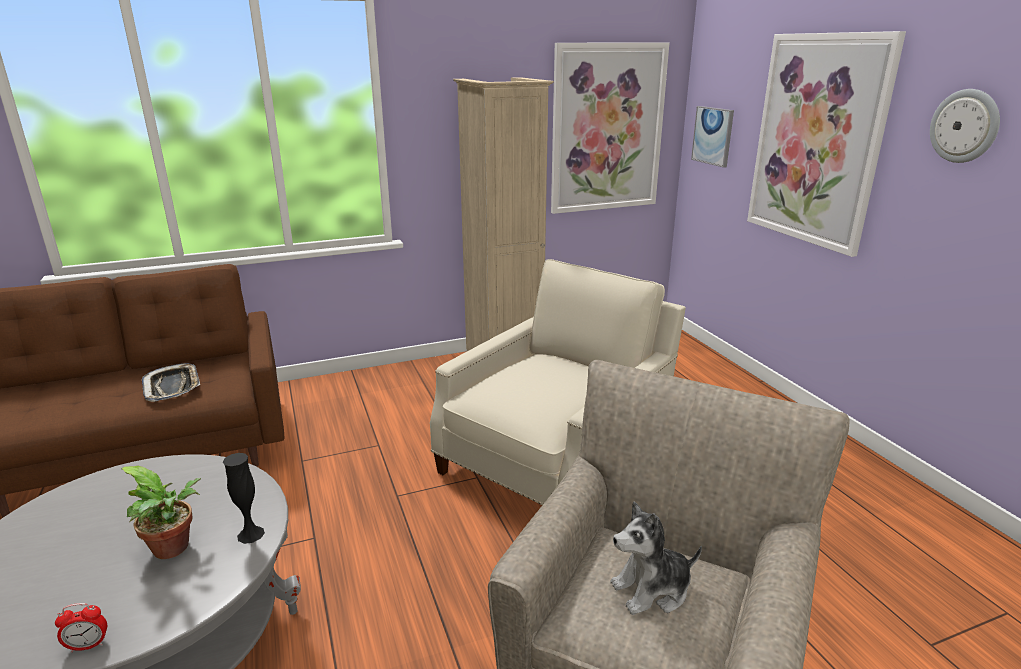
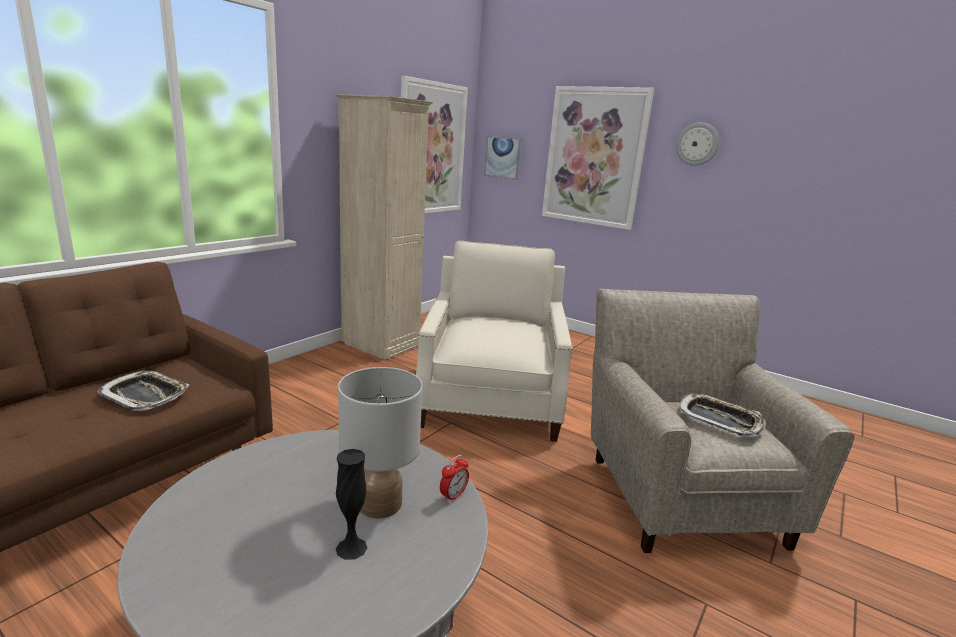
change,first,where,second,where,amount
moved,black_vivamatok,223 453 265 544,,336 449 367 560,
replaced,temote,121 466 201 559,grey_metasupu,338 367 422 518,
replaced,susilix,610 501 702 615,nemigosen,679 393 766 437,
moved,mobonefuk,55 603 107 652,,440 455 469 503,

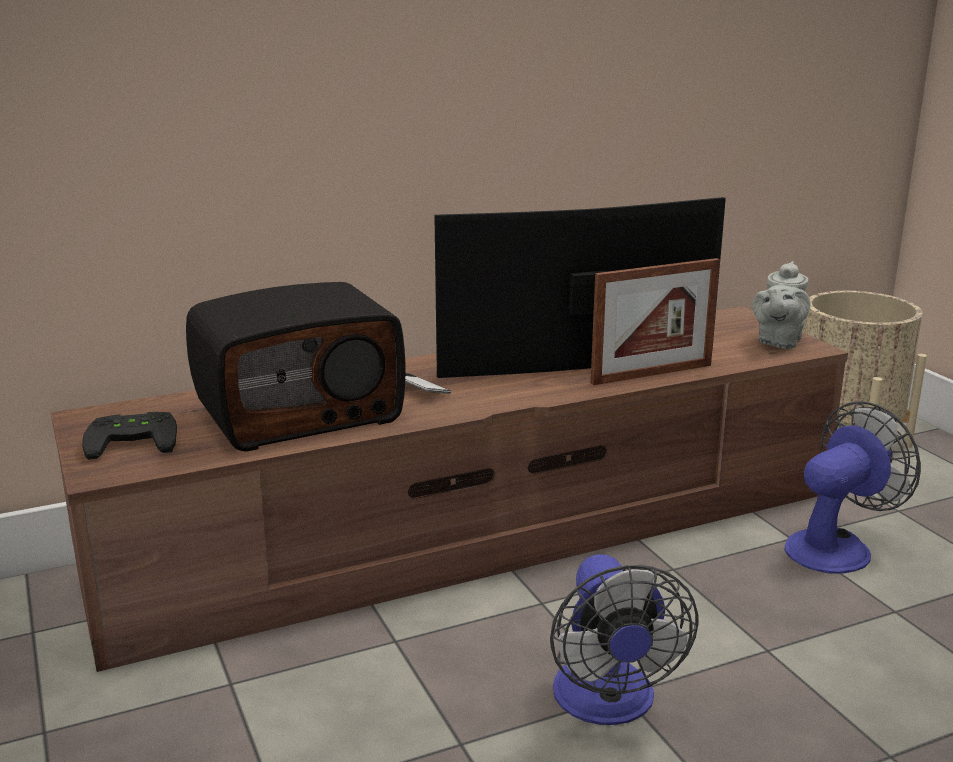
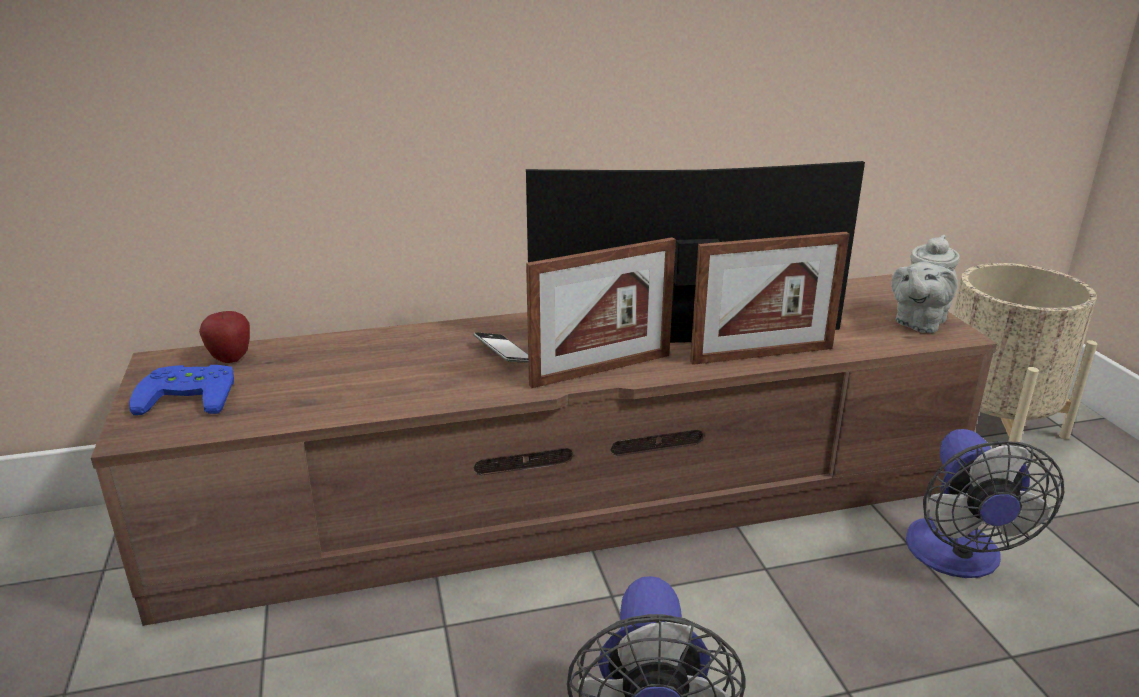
change,first,where,second,where,amount
removed,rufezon,186 282 406 452,,,
turned,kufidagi,785 401 921 574,,906 429 1064 578,120 degrees clockwise
recoloured,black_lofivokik,82 412 177 460,blue_lofivokik,129 365 234 415,
added,,,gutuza,526 237 676 388,
added,,,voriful,199 311 250 363,

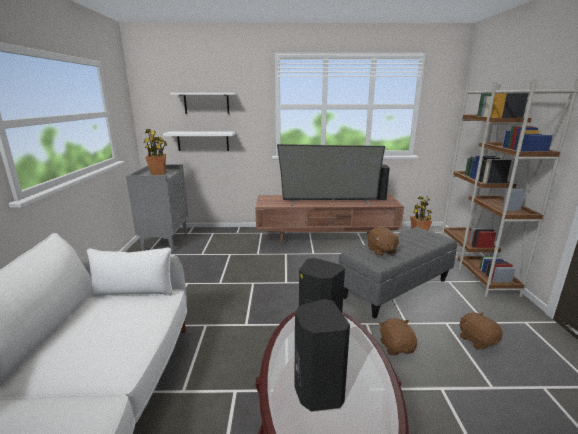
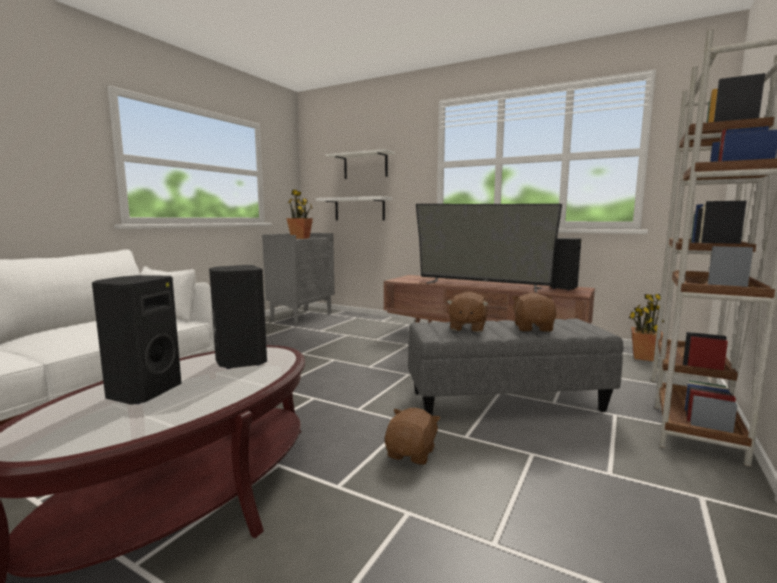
change,first,where,second,where,amount
moved,brown_susilix,460 312 503 349,,511 293 557 332,

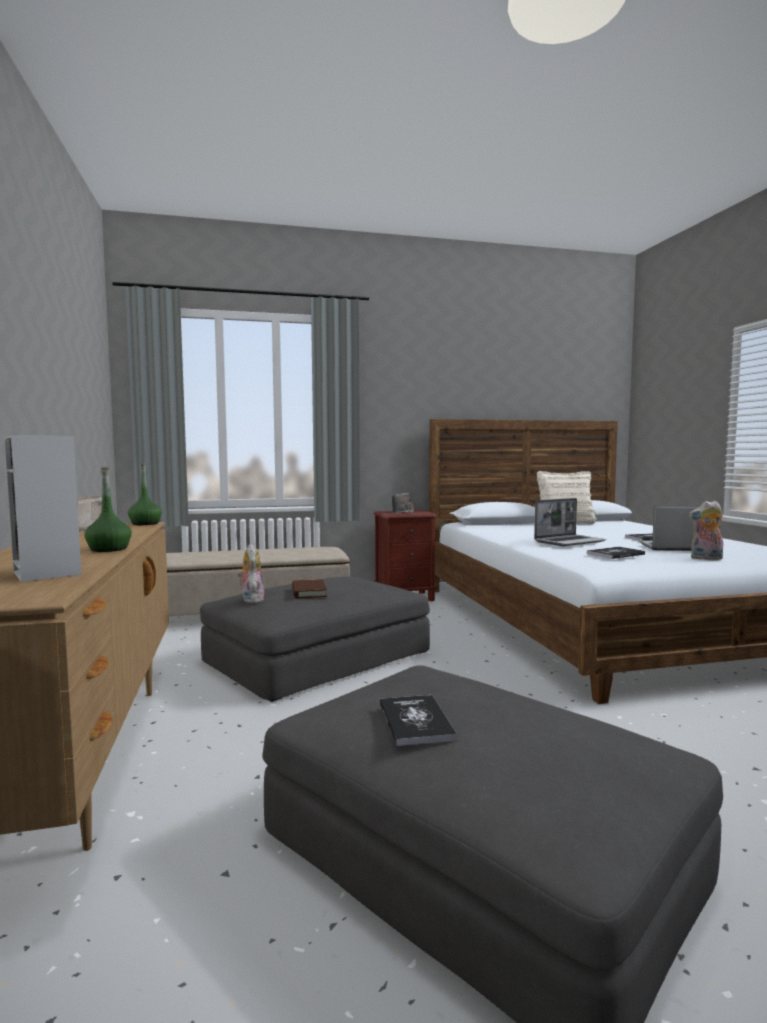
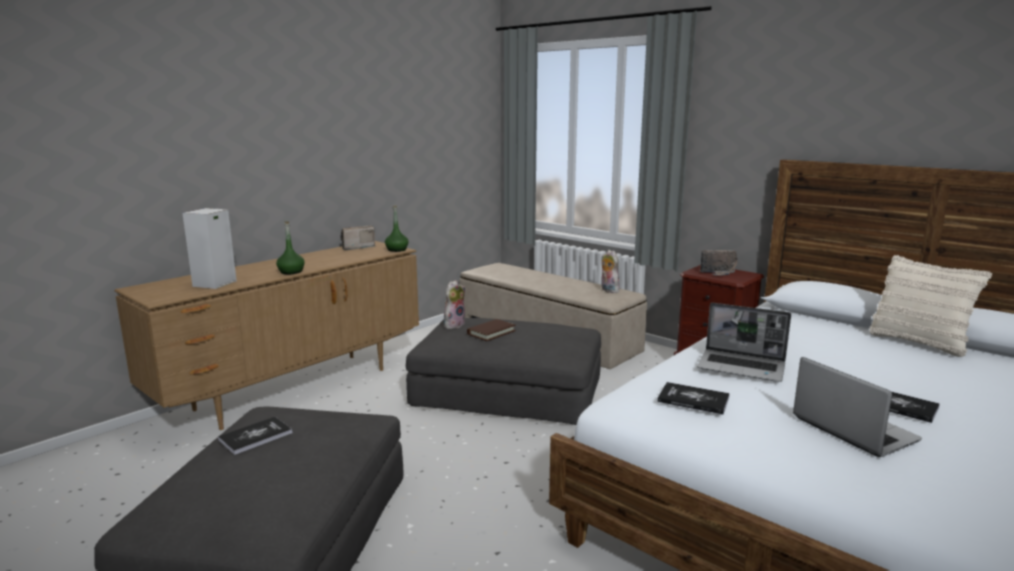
change,first,where,second,where,amount
moved,susilix,688 501 723 560,,601 250 620 293,

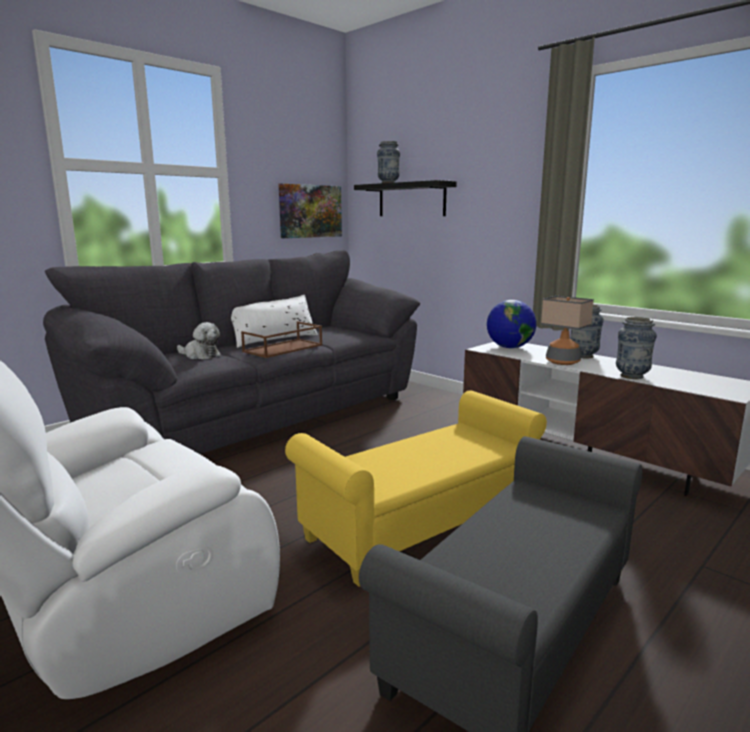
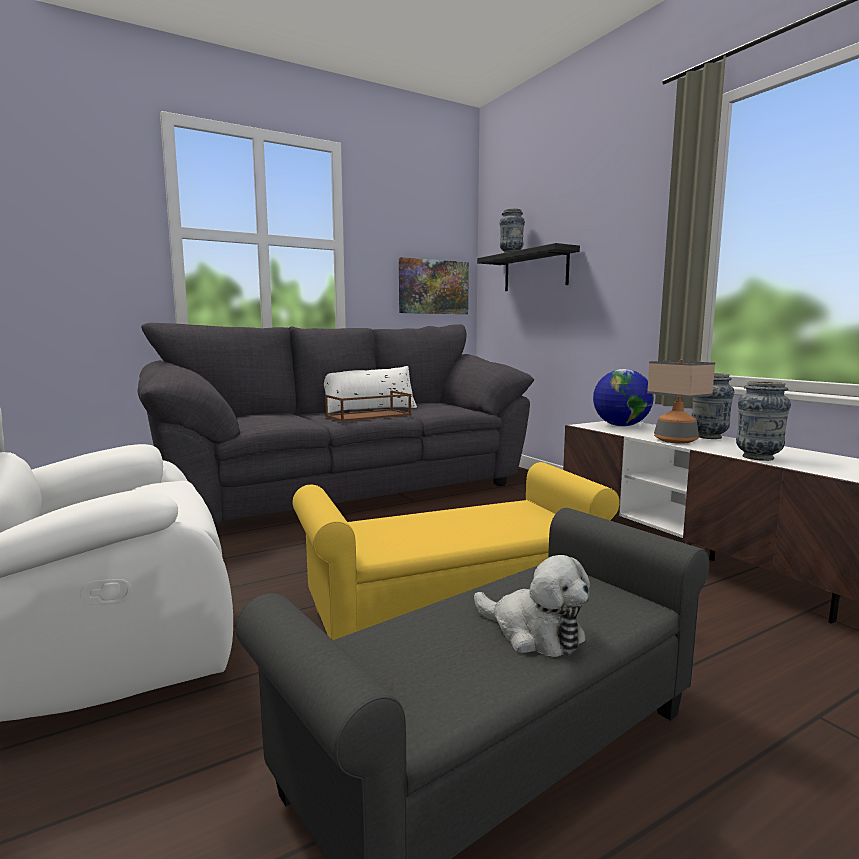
change,first,where,second,where,amount
moved,susilix,177 322 221 359,,474 555 590 657,

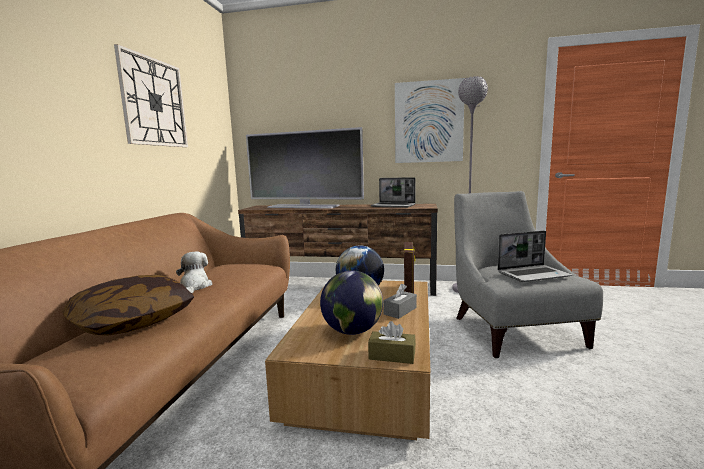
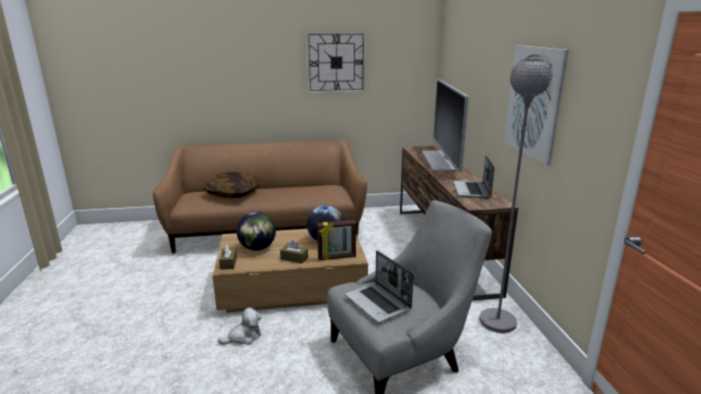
change,first,where,second,where,amount
moved,susilix,176 251 212 293,,218 307 262 345,
recoloured,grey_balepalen,383 284 417 319,brown_balepalen,280 240 308 264,

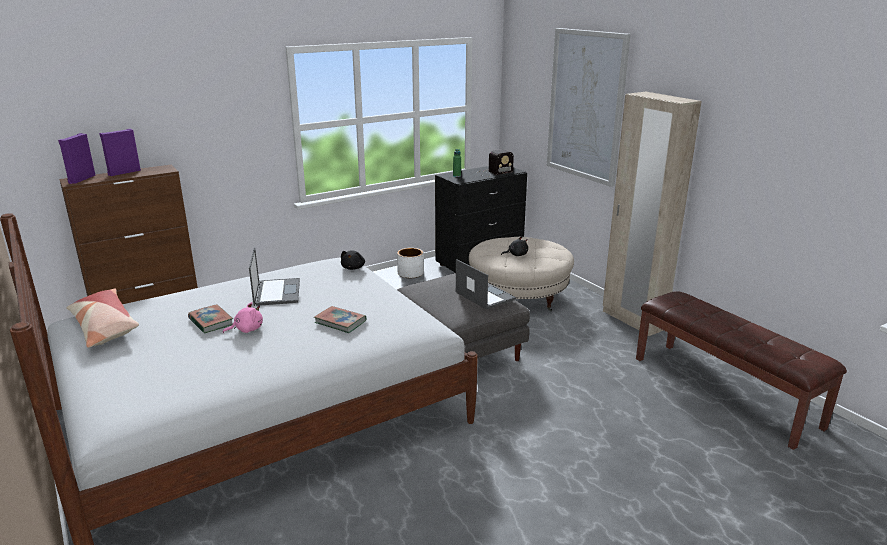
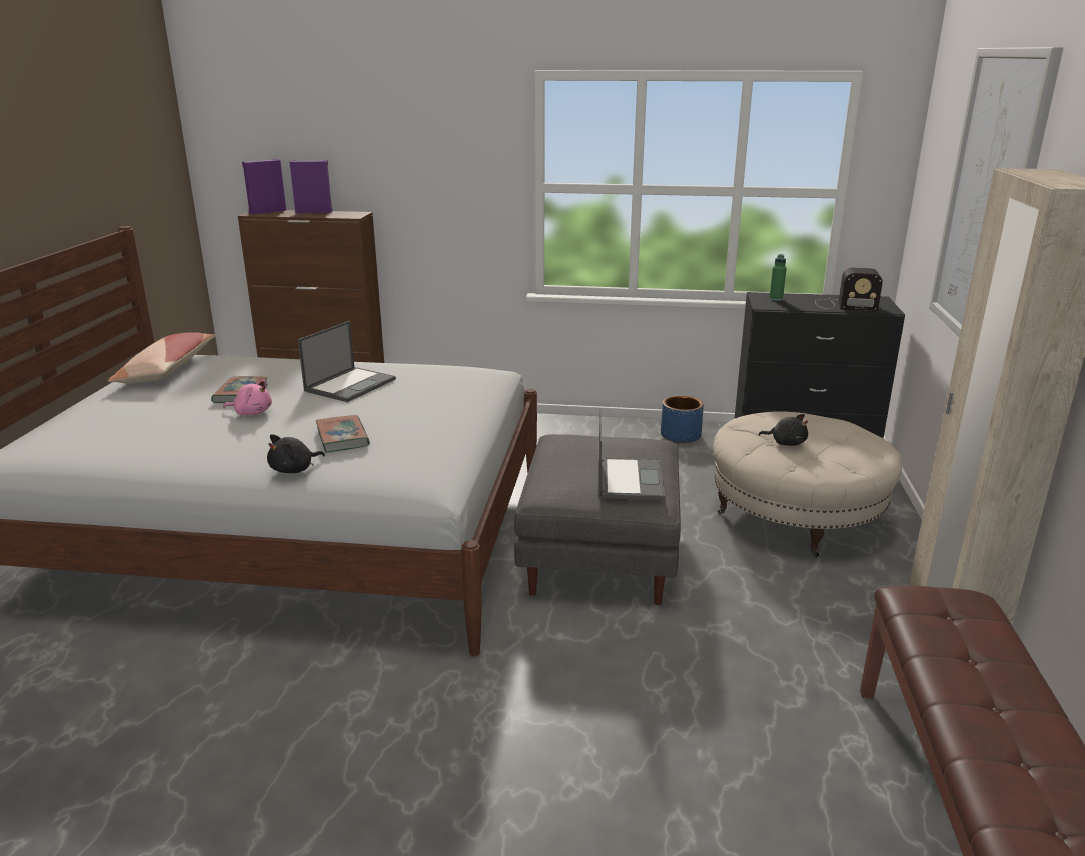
change,first,where,second,where,amount
recoloured,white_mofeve,397 248 424 278,blue_mofeve,661 396 704 443,
moved,black_susilix,341 250 365 270,,267 434 325 473,

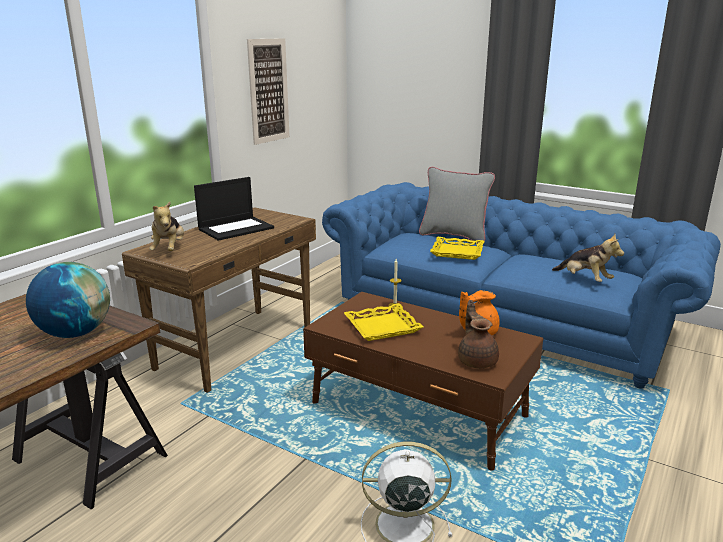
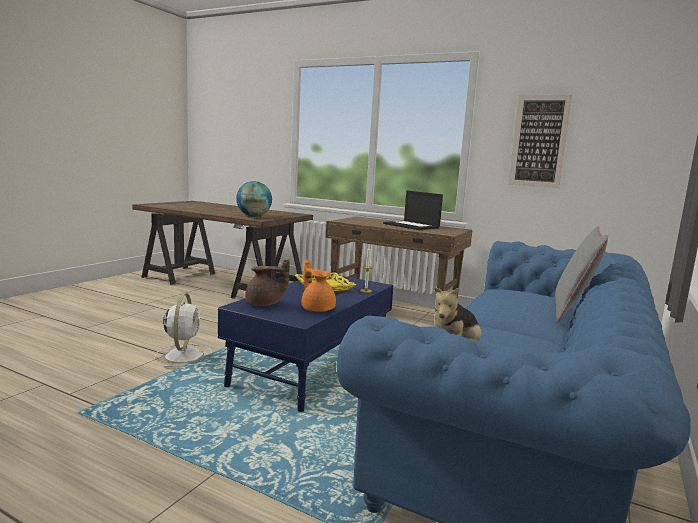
change,first,where,second,where,amount
removed,susilix,149 202 184 251,,,
removed,yellow_nemigosen,430 237 485 260,,,
recoloured,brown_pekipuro,303 292 544 471,blue_pekipuro,218 275 394 412,

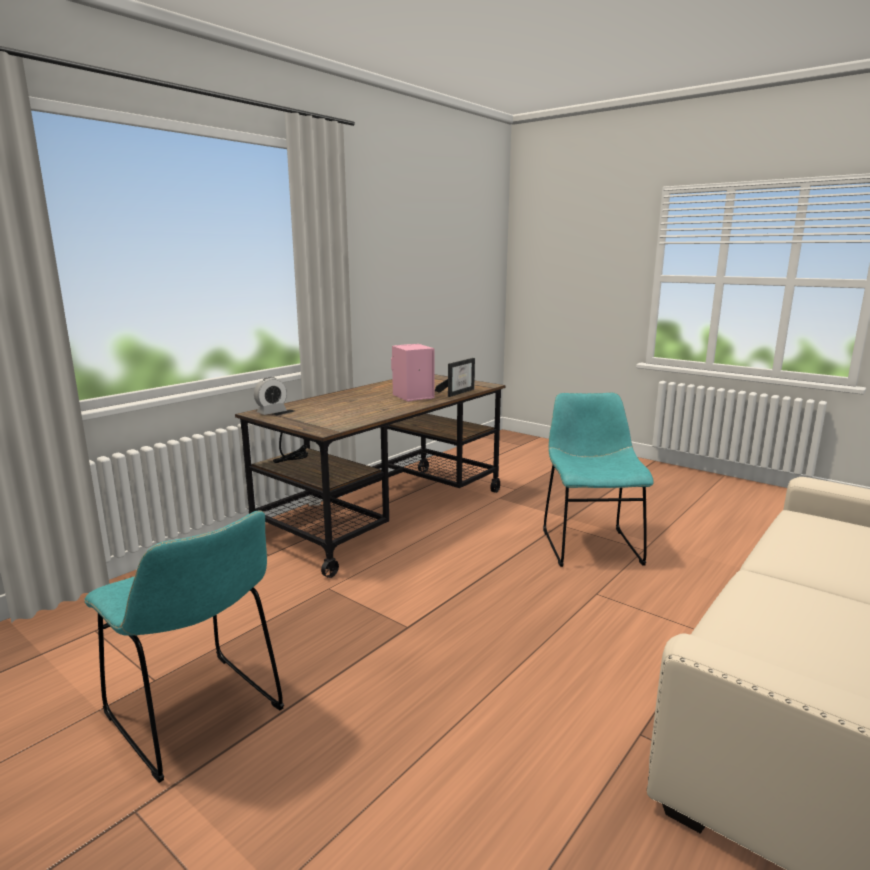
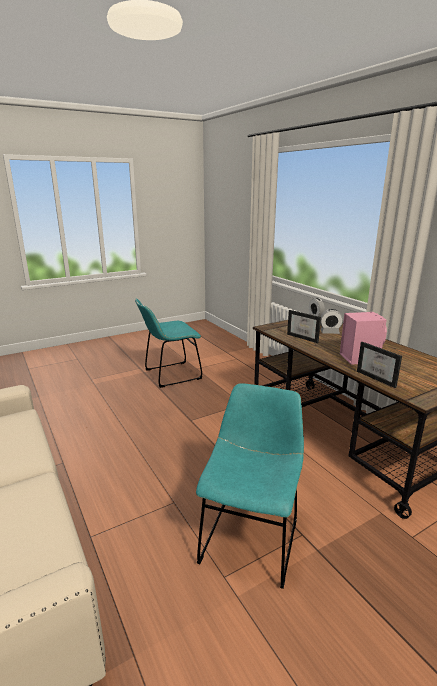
change,first,where,second,where,amount
turned,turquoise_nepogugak,543 393 654 567,,196 383 304 589,90 degrees counterclockwise
added,,,mobonefuk,320 309 343 334,
added,,,gutuza,287 310 321 343,

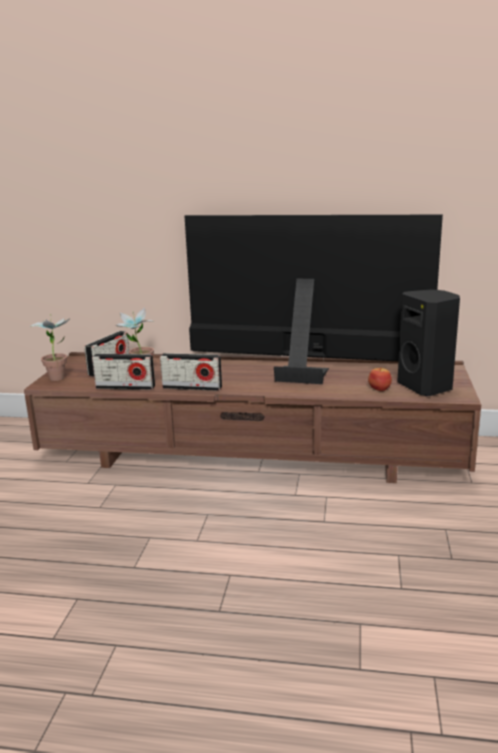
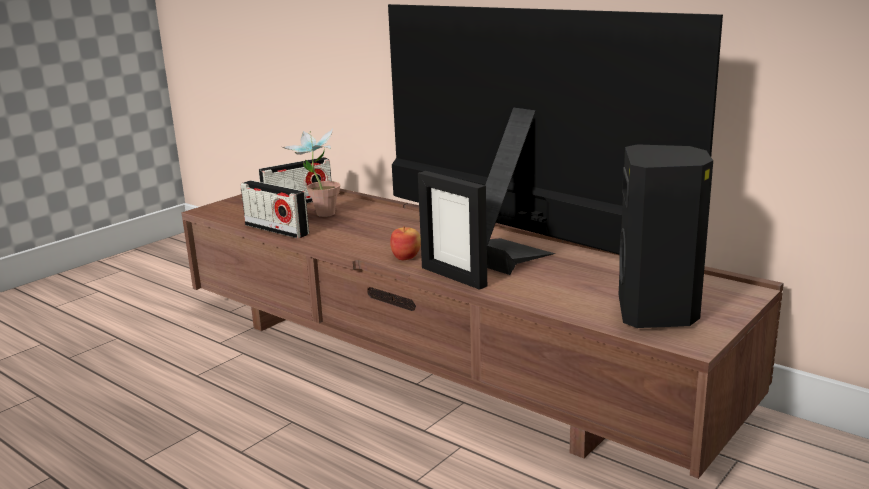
change,first,where,second,where,amount
removed,temote,30 315 70 381,,,
removed,rufezon,160 353 222 391,,,
moved,voriful,368 367 392 391,,390 226 421 260,
added,,,gutuza,418 171 487 290,

